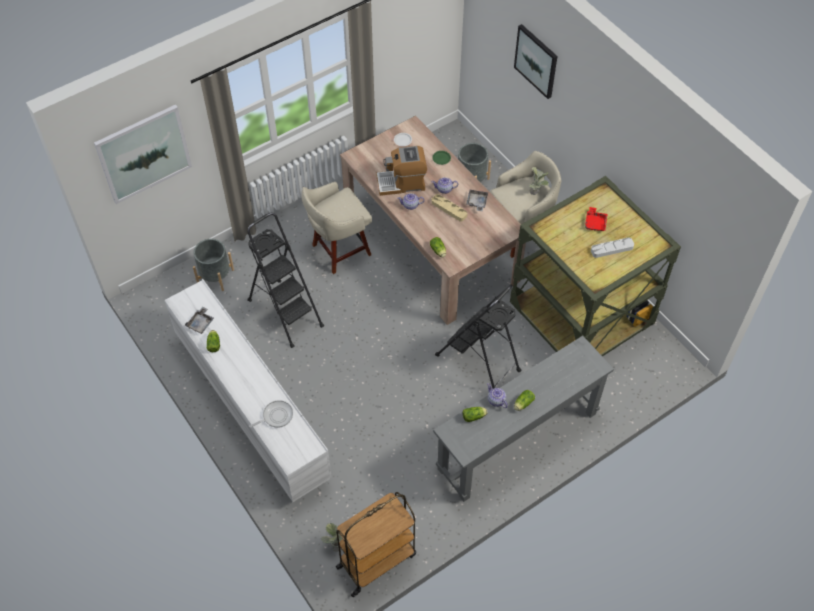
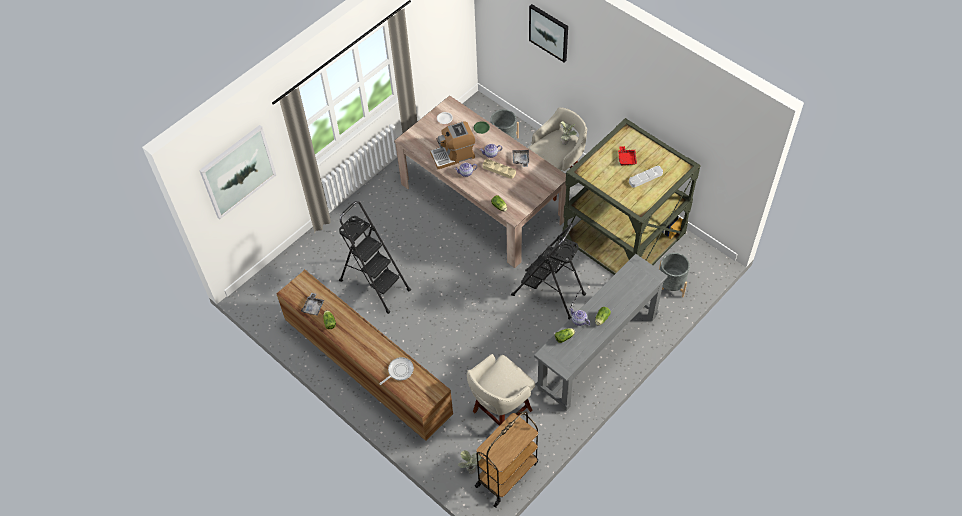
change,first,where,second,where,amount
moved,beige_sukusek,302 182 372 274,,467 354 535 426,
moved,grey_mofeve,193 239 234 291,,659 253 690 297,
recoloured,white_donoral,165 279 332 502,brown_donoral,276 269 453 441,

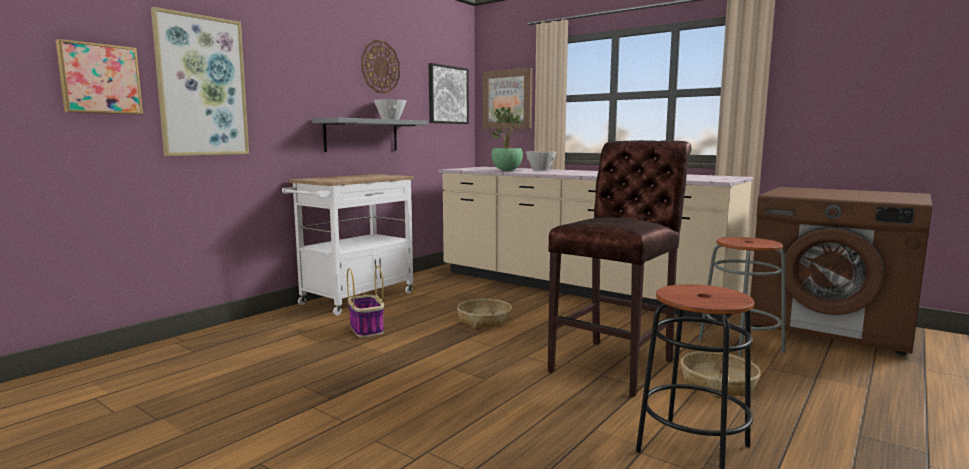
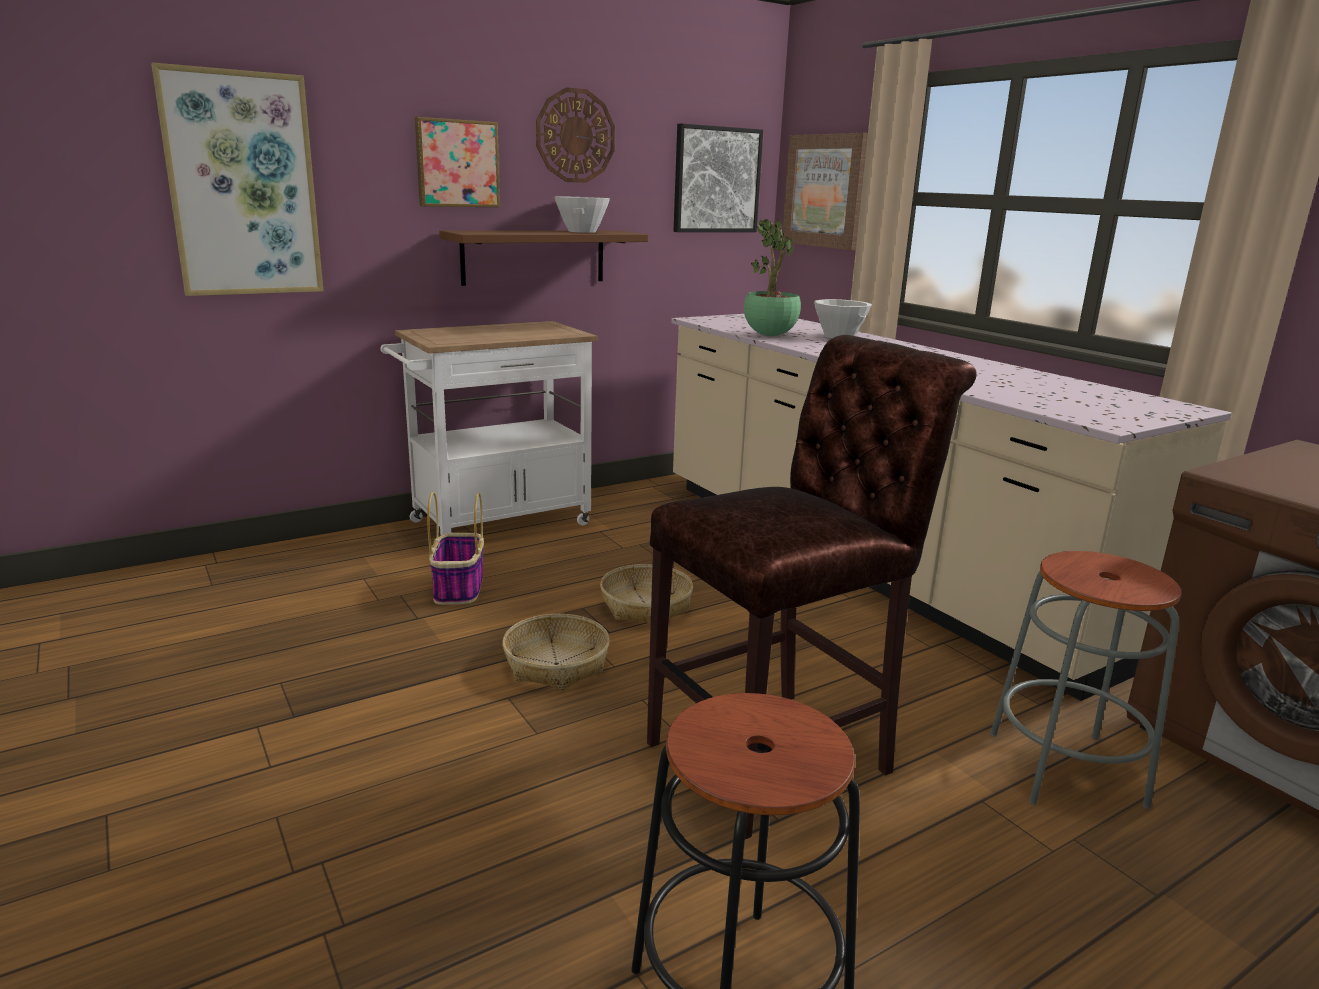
change,first,where,second,where,amount
moved,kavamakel,56 39 143 115,,415 117 500 207,
recoloured,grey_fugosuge,312 117 428 152,brown_fugosuge,439 230 648 286,
moved,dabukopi,681 351 761 398,,502 614 610 690,

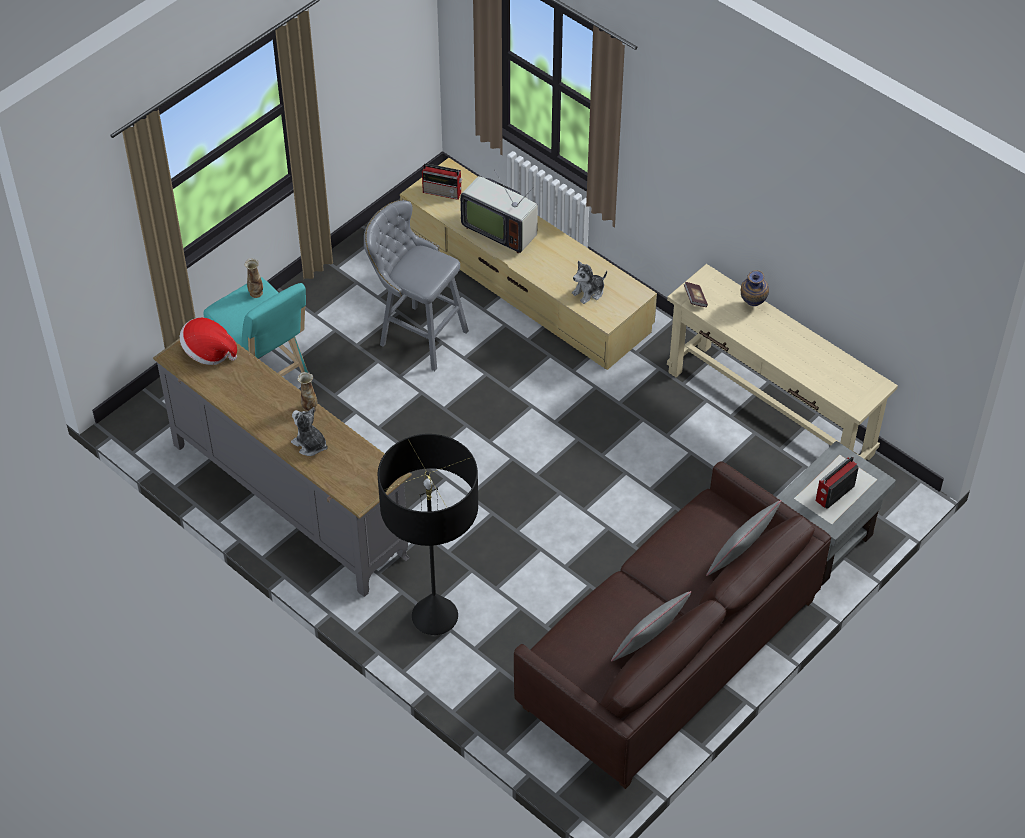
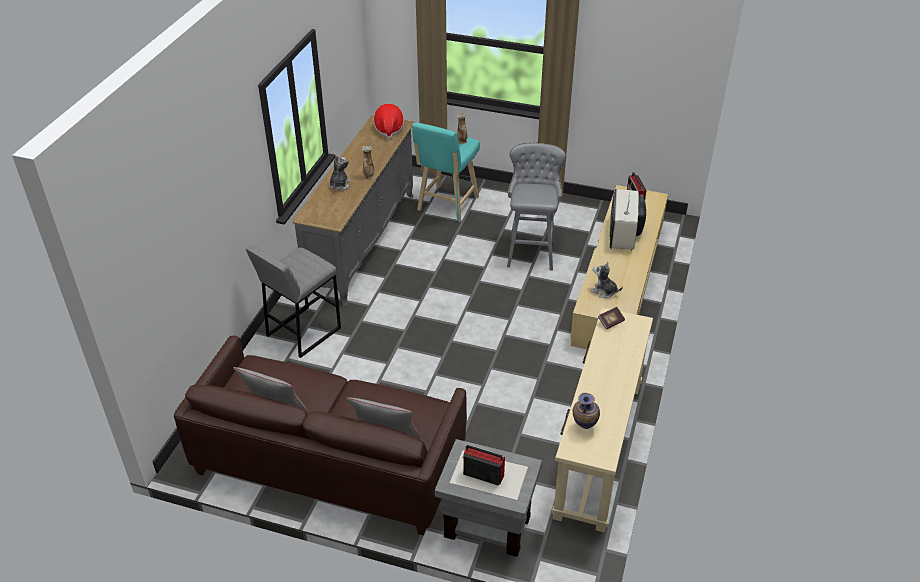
change,first,where,second,where,amount
moved,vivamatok,741 270 769 306,,572 393 600 429,
replaced,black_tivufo,378 434 478 635,grey_sukusek,246 246 341 358,

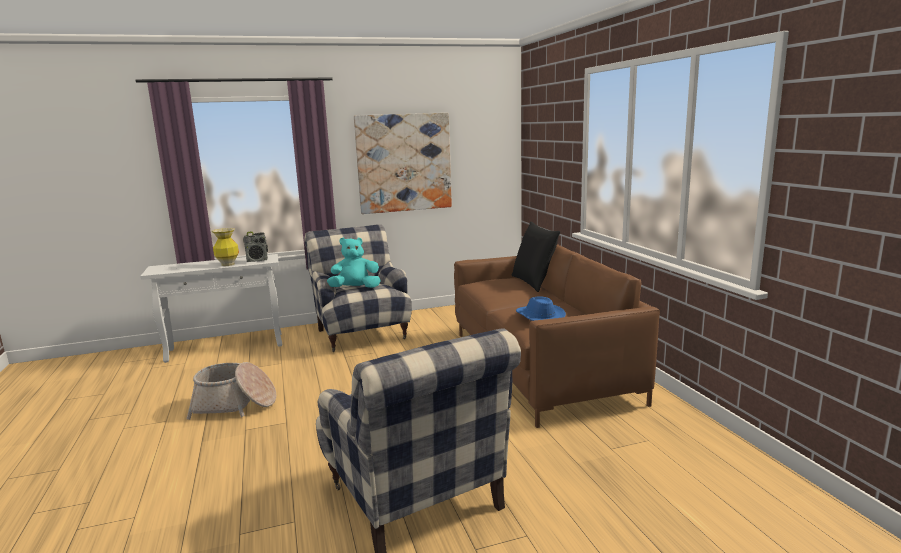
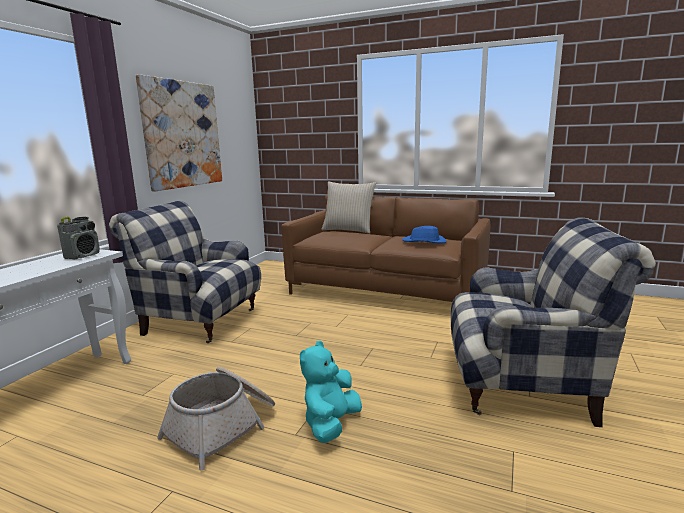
change,first,where,second,where,amount
recoloured,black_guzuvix,512 222 560 292,beige_guzuvix,321 182 376 234,
removed,vivamatok,212 228 239 266,,,
moved,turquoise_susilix,327 238 381 288,,300 341 362 443,

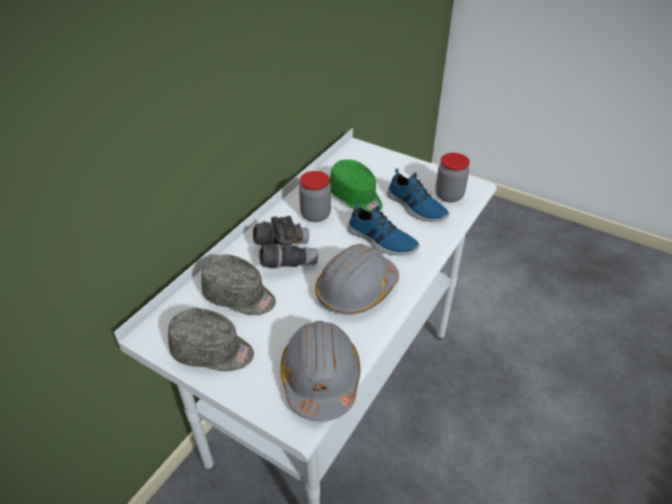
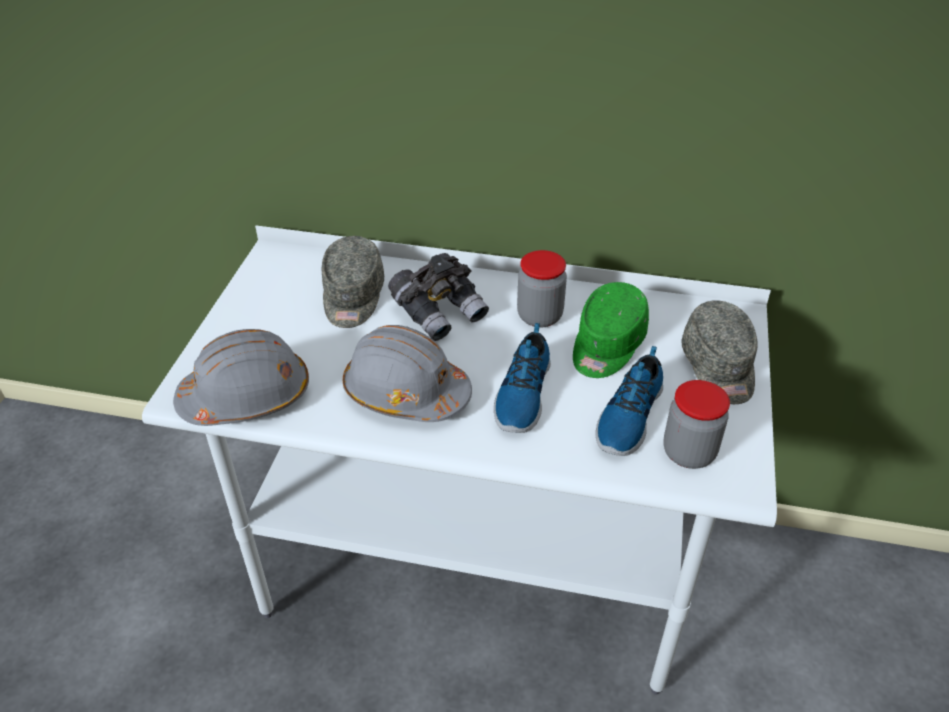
change,first,where,second,where,amount
moved,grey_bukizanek,168 308 254 371,,682 300 757 404,

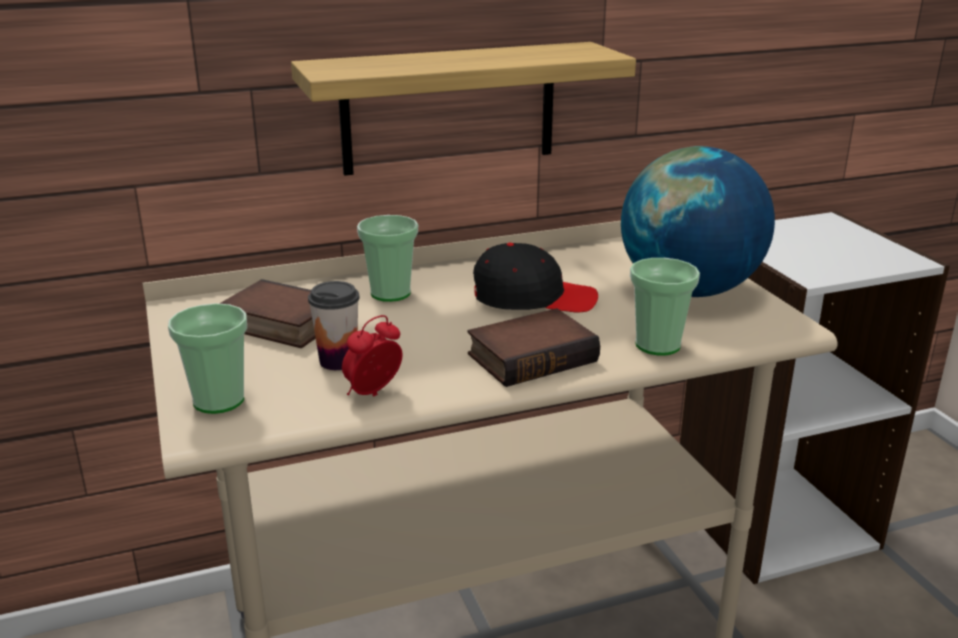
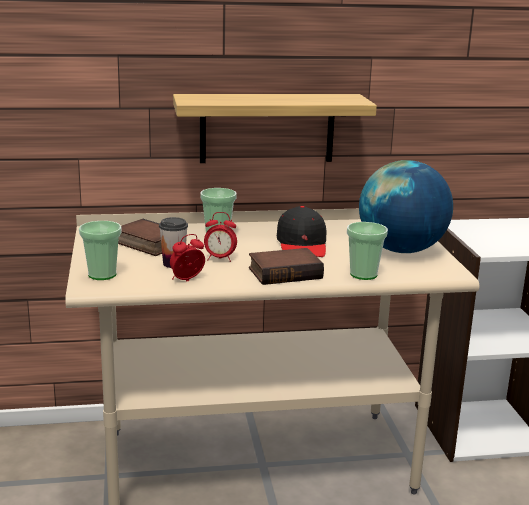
change,first,where,second,where,amount
turned,black_bukizanek,473 243 598 312,,277 206 326 257,75 degrees clockwise
added,,,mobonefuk,204 212 237 262,

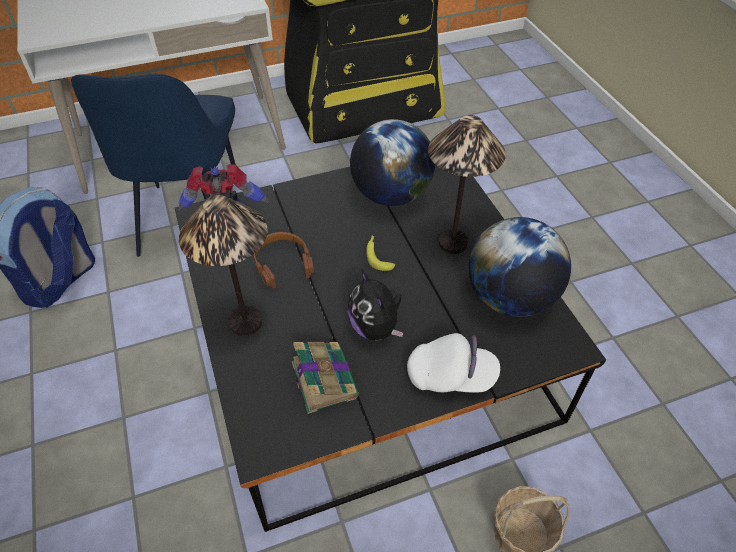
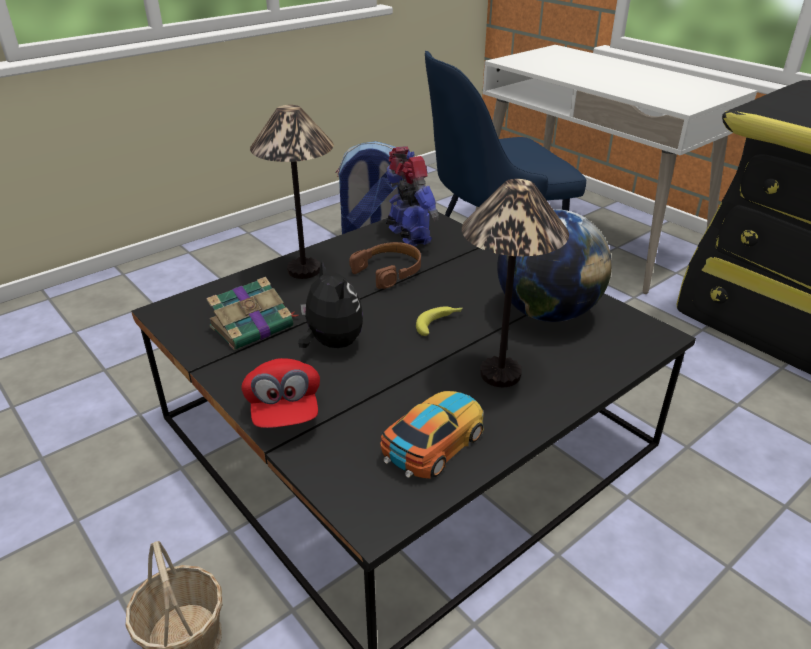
change,first,where,second,where,amount
replaced,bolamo,468 217 571 317,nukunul,380 391 484 479,
turned,susilix,348 270 403 341,,298 259 363 348,105 degrees clockwise
recoloured,white_bukizanek,407 333 500 393,red_bukizanek,241 358 320 428,

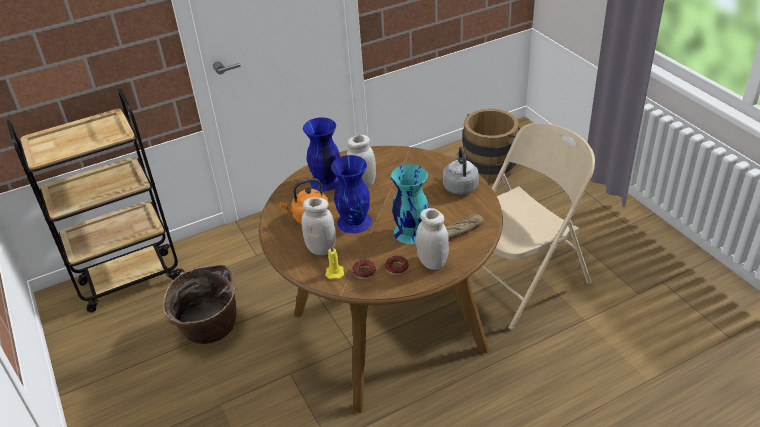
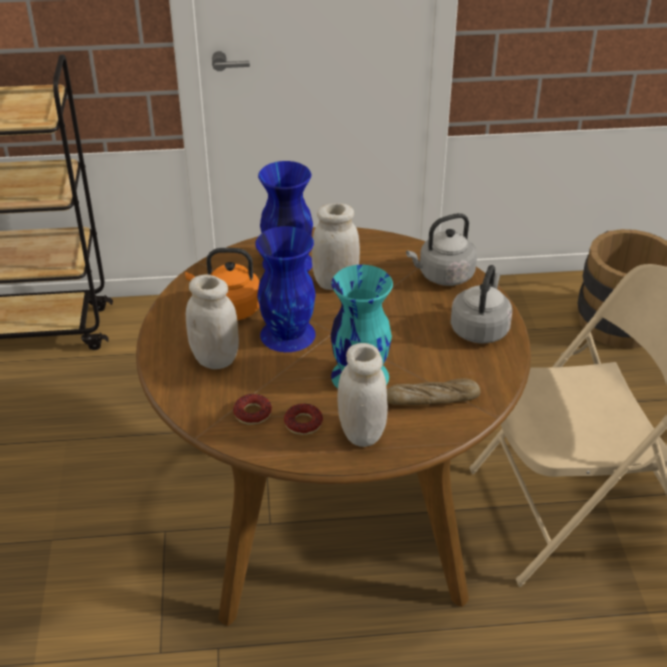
change,first,where,second,where,amount
removed,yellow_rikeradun,325 245 344 279,,,
removed,dabukopi,163 265 237 344,,,
added,,,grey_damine,406 213 477 286,

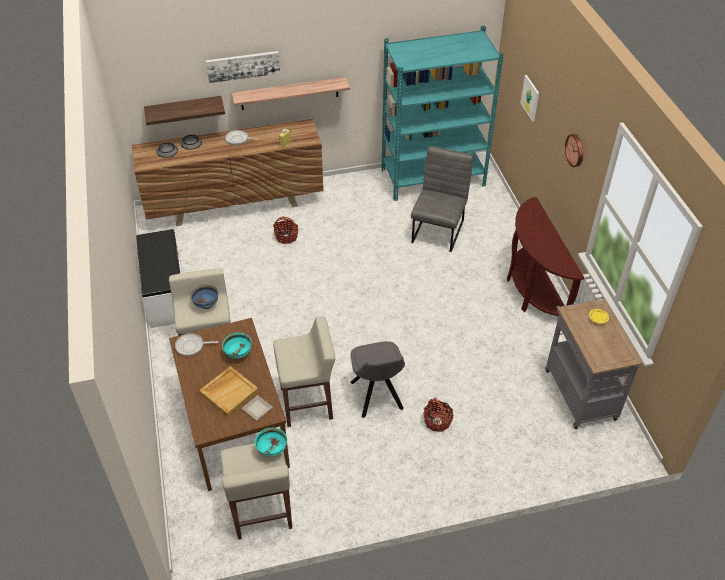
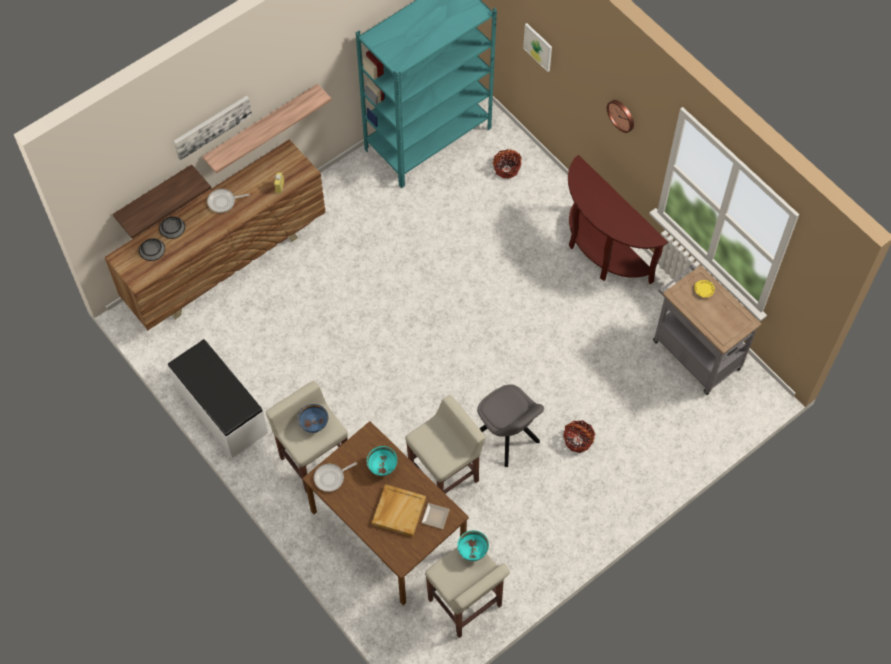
change,first,where,second,where,amount
removed,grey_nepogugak,411 146 474 252,,,
moved,dabukopi,273 216 298 244,,492 149 522 179,

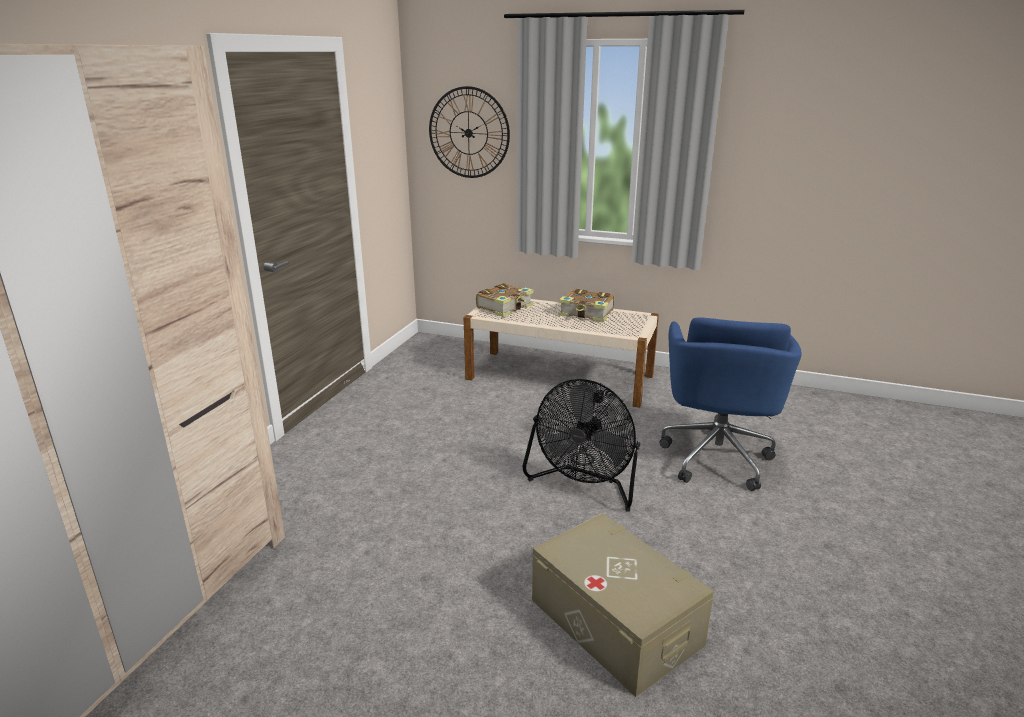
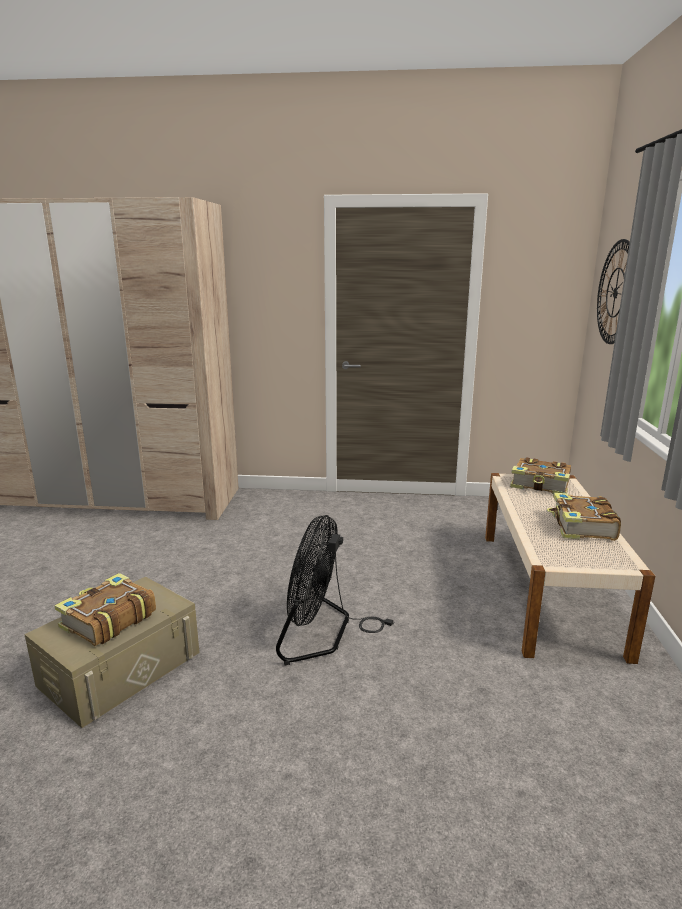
change,first,where,second,where,amount
removed,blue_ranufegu,659 317 802 491,,,
added,,,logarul,54 573 156 646,

